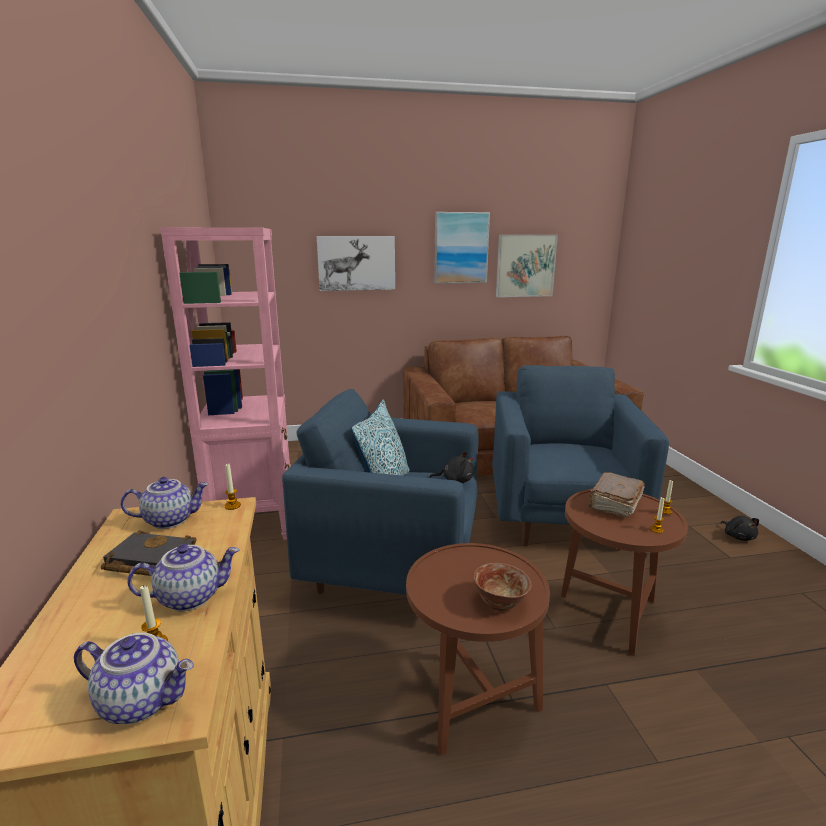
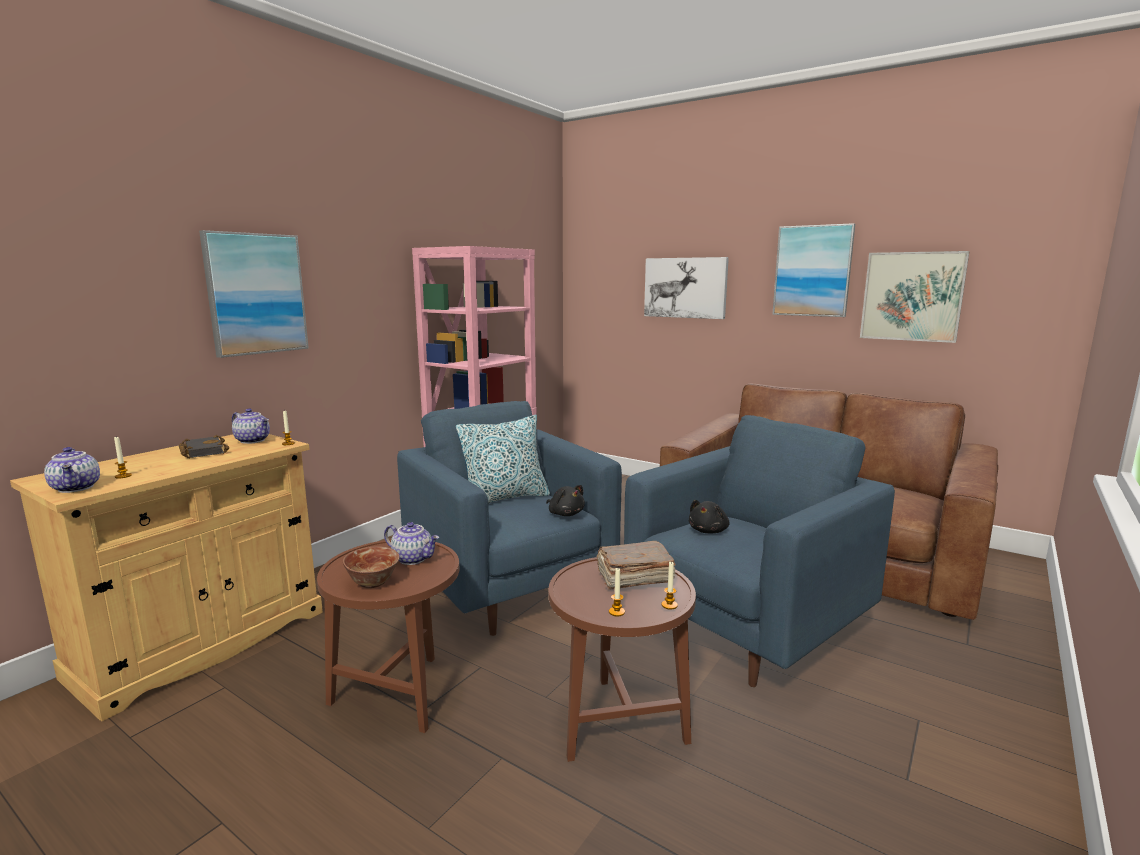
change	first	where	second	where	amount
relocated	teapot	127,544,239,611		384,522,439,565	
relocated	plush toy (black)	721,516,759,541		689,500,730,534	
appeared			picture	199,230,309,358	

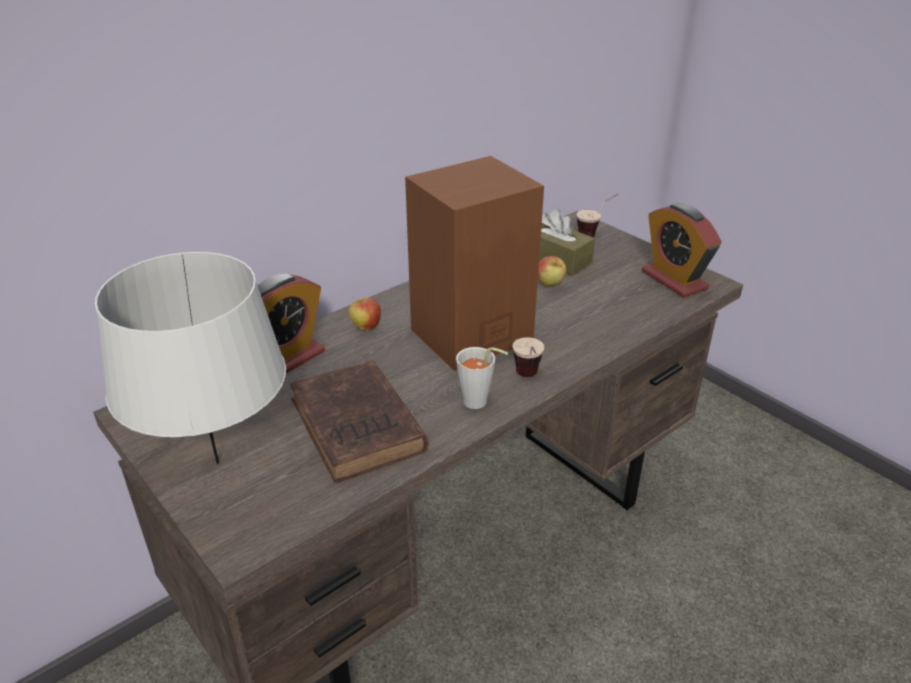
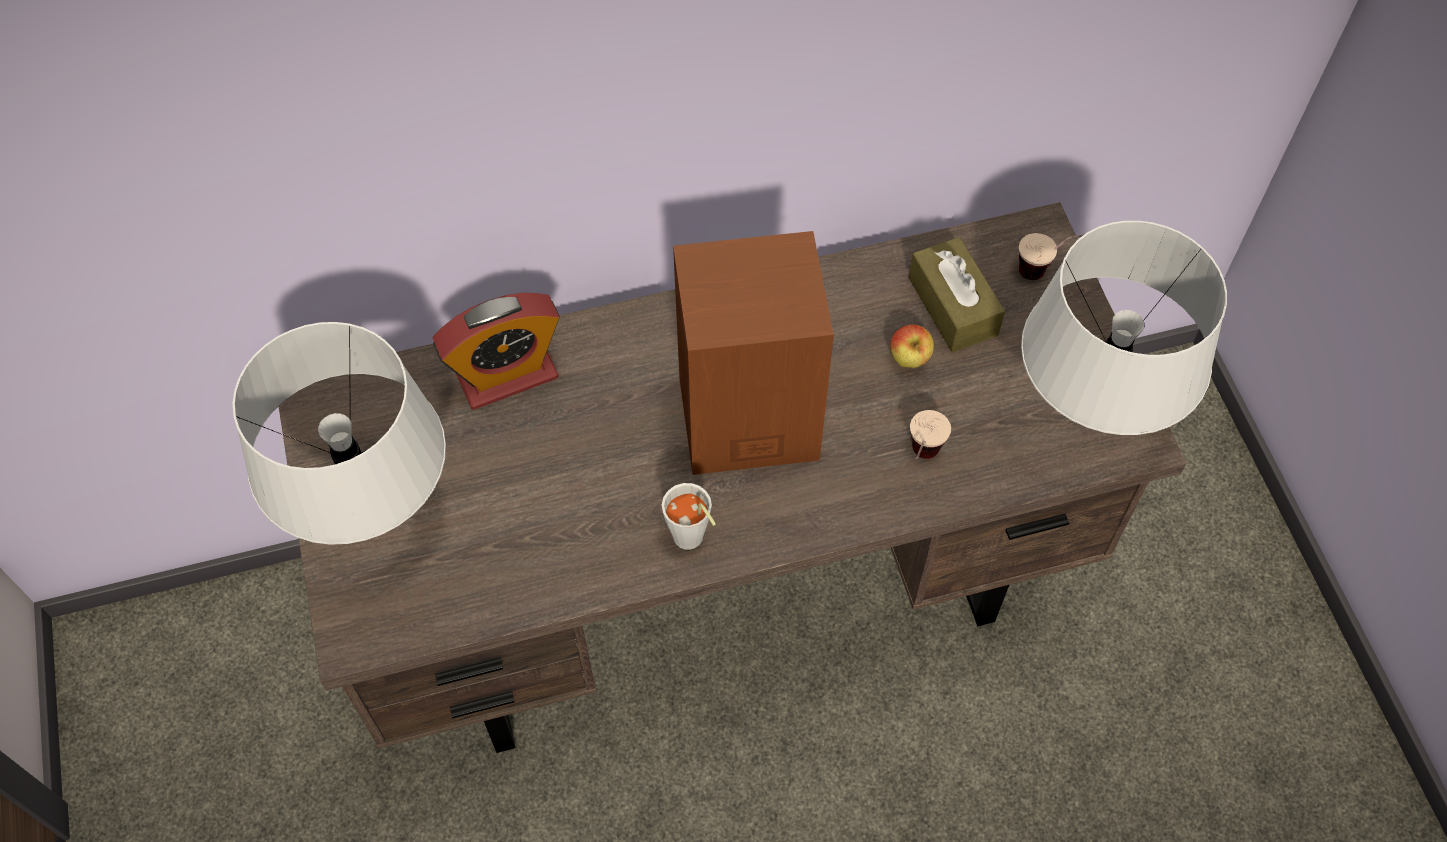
change	first	where	second	where	amount
missing	book (brown)	290,360,429,483			
missing	apple	348,296,381,331			
relocated	cup	513,337,544,377		910,410,951,459	
exchanged	alarm clock	642,203,722,298	table lamp (grey)	1021,221,1227,435	

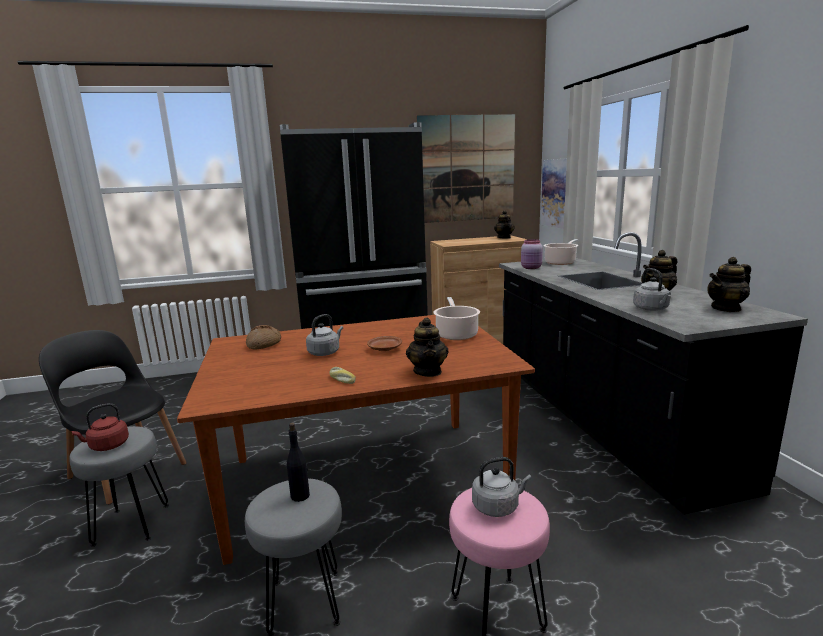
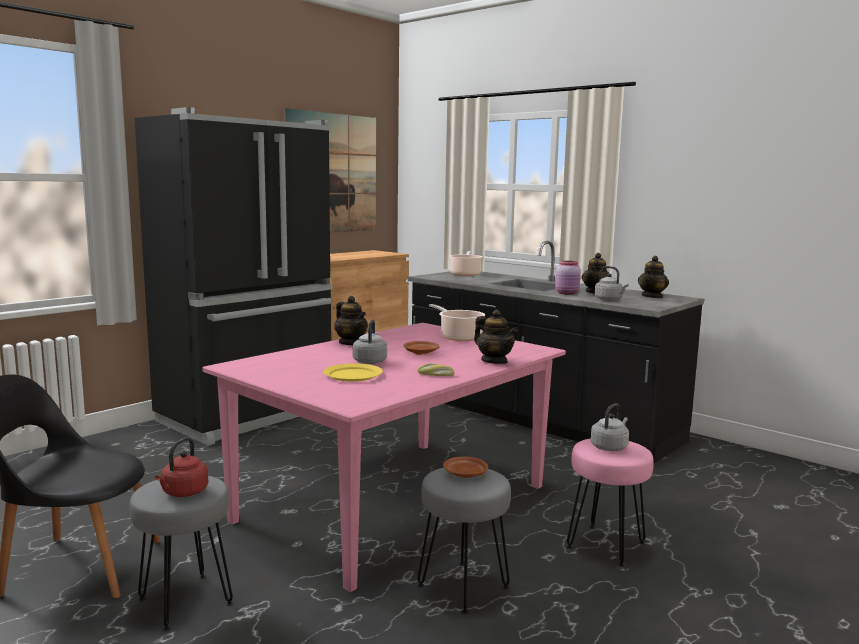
change	first	where	second	where	amount
colour	dining table (brown)	177,315,535,565	dining table (pink)	202,323,566,592	
missing	bread	246,325,281,350			
exchanged	bottle (black)	287,422,310,502	plate (brown)	443,457,488,478	
relocated	teapot	494,210,515,239		334,296,368,345	
relocated	jar (pink)	521,239,543,269		555,260,581,295	
missing	picture	541,158,567,229			
appeared			plate (yellow)	323,363,383,382	

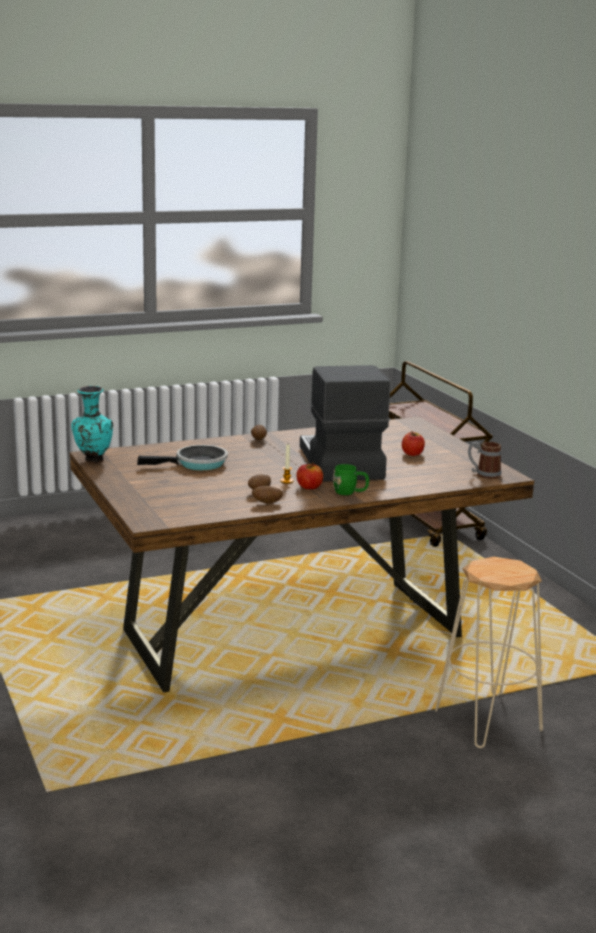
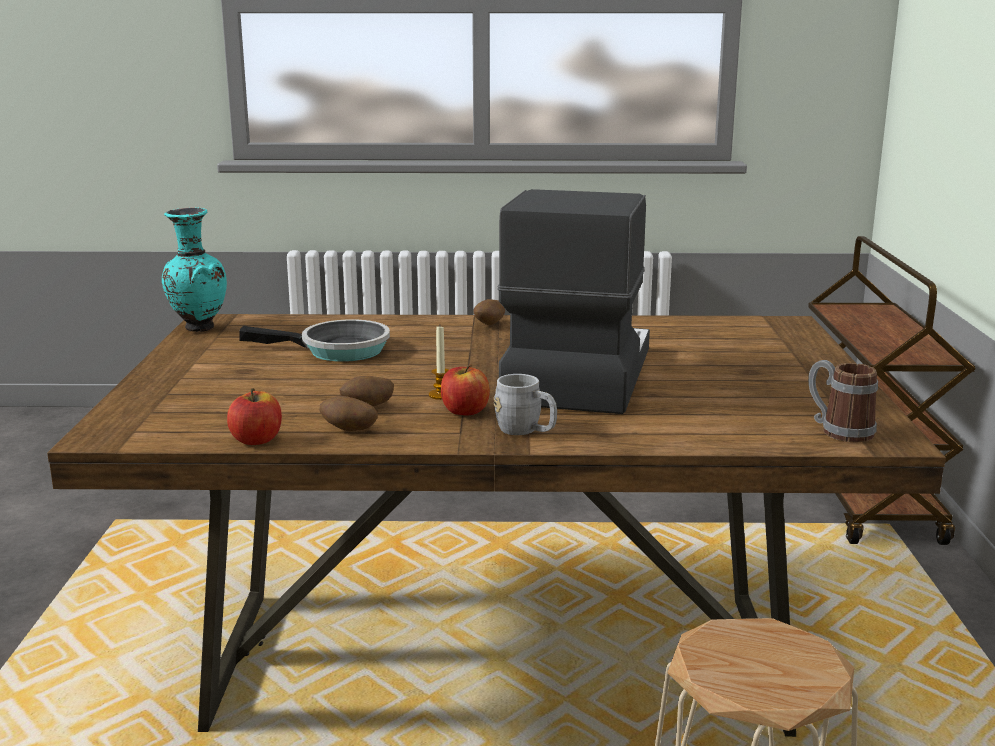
change	first	where	second	where	amount
colour	mug (green)	333,464,369,495	mug (grey)	494,374,557,435	
relocated	apple	402,431,425,456		227,388,282,445	

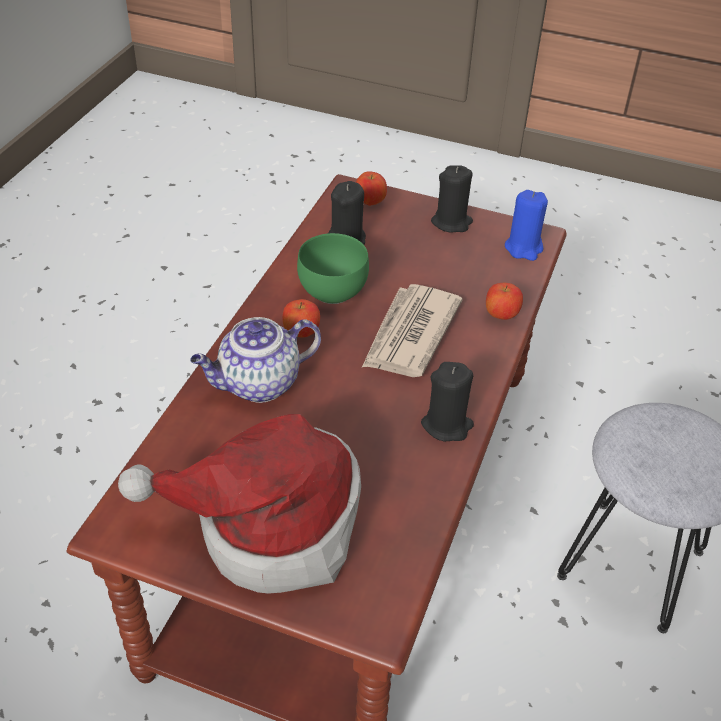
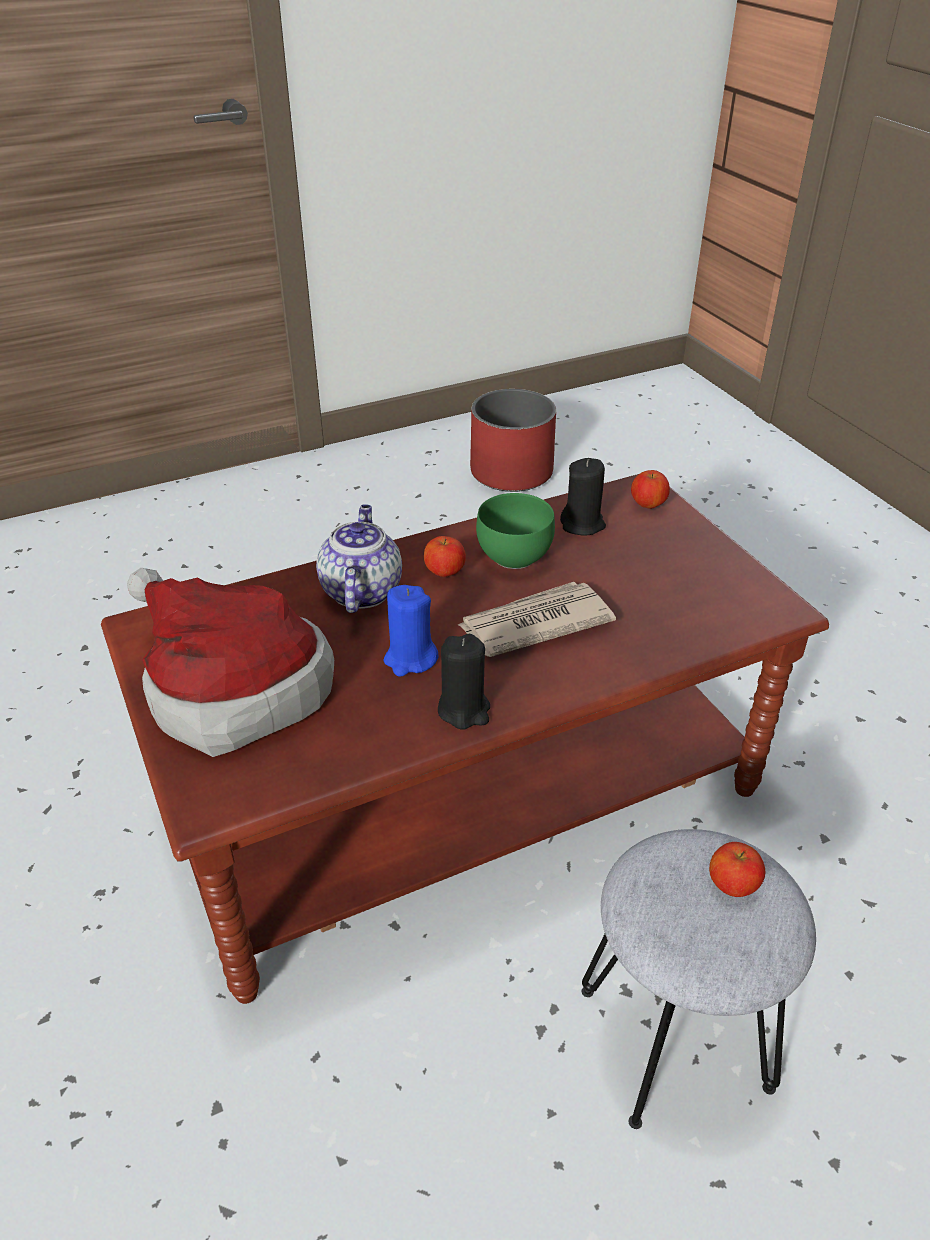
change	first	where	second	where	amount
spun	teapot	190,317,321,403		316,504,402,613	75 degrees clockwise
missing	candle (black)	431,165,473,233			
relocated	apple	486,283,523,320		709,842,765,897	
relocated	candle (blue)	505,190,548,261		383,585,438,677	
appeared			planter (red)	470,389,556,492	

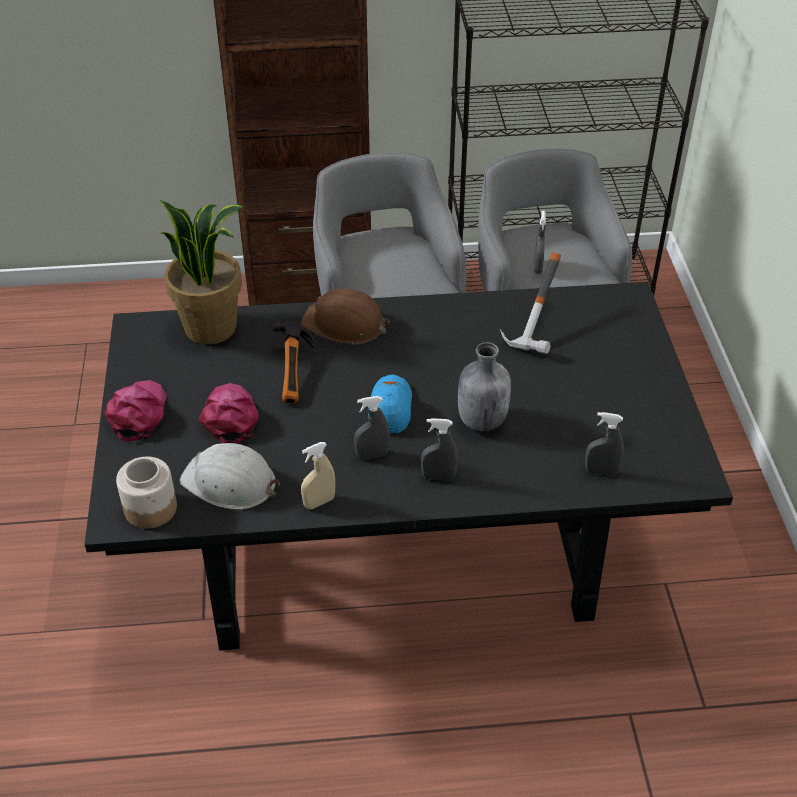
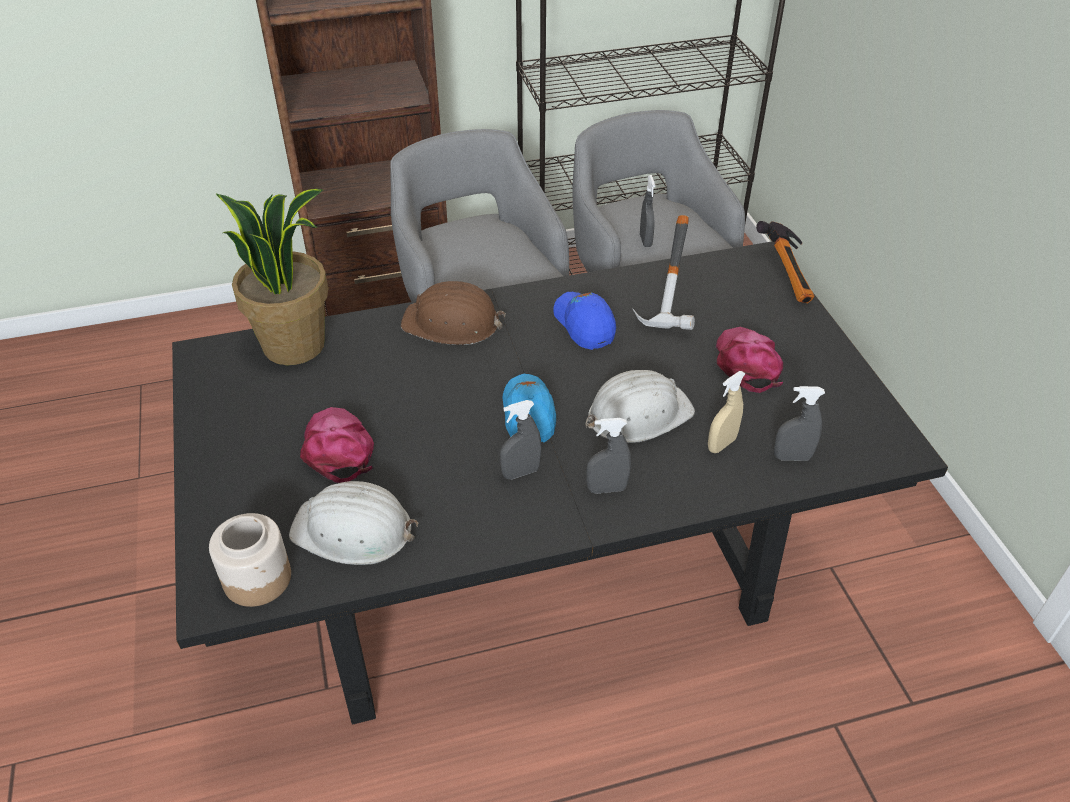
change	first	where	second	where	amount
relocated	cap (pink)	105,380,167,442		716,327,783,393	
relocated	hammer	272,319,316,404		756,221,815,303	
relocated	spray bottle (beige)	301,442,335,509		708,371,746,453	
exchanged	bottle (grey)	458,342,511,431	hard hat (white)	586,370,695,443	
appeared			cap (blue)	553,292,616,350	

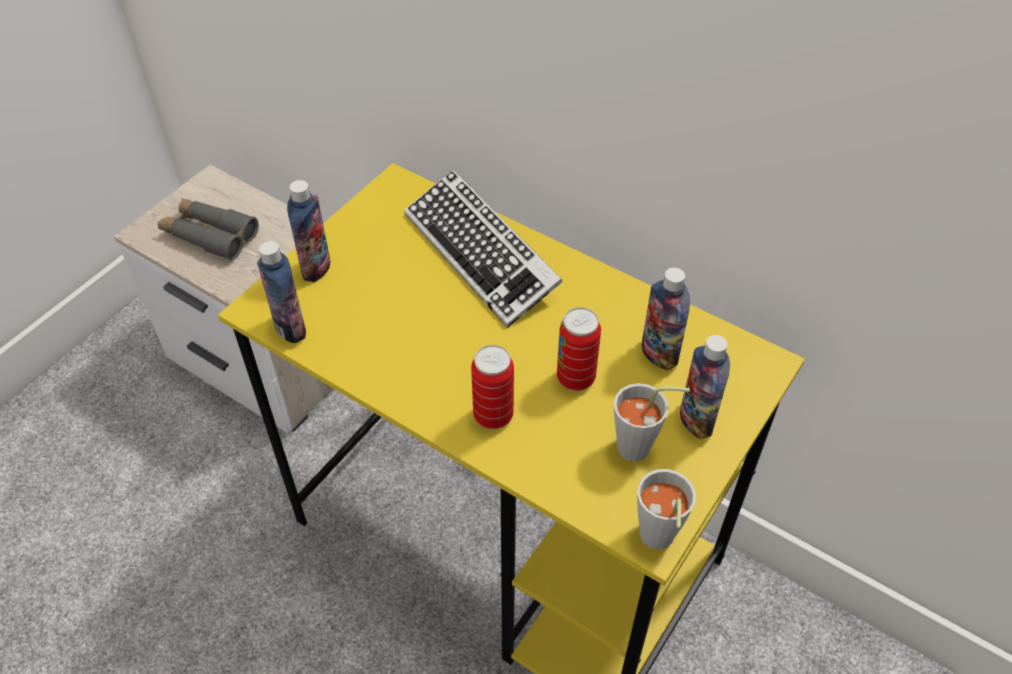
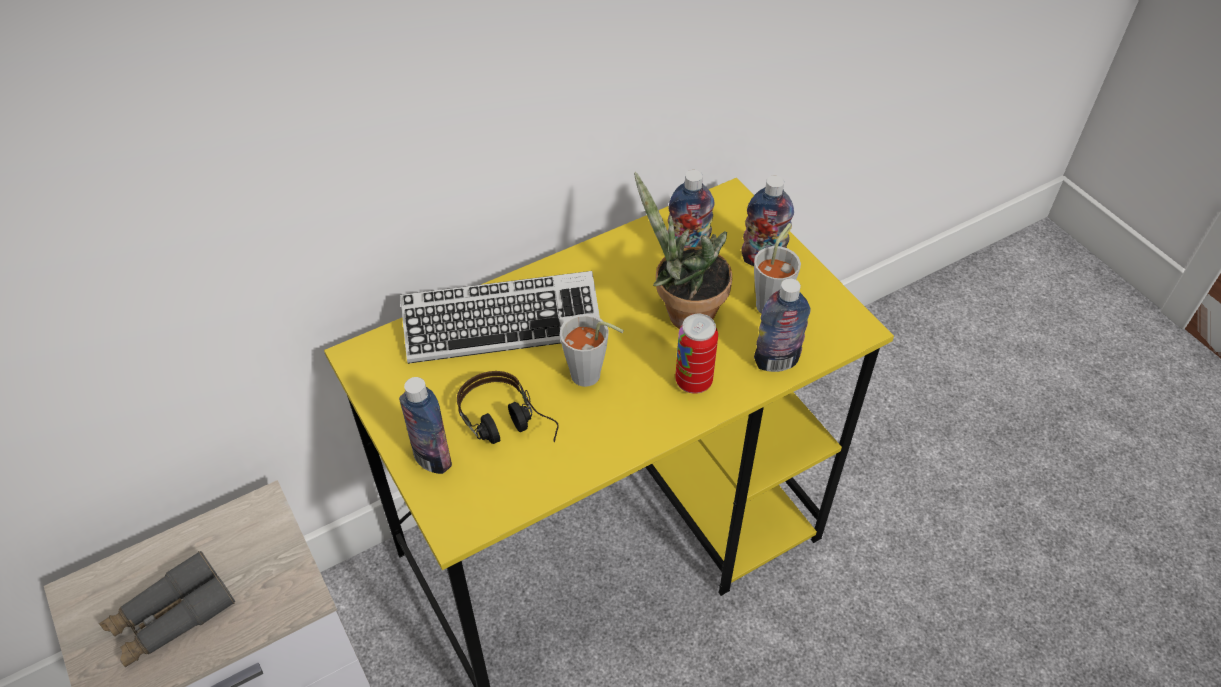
change	first	where	second	where	amount
relocated	bottle	257,241,306,343		754,278,811,372	
exchanged	can	557,307,601,391	potted plant	634,172,732,329	
relocated	cup (grey)	637,469,696,549		560,314,624,387	
appeared			headphones	457,371,559,444	

